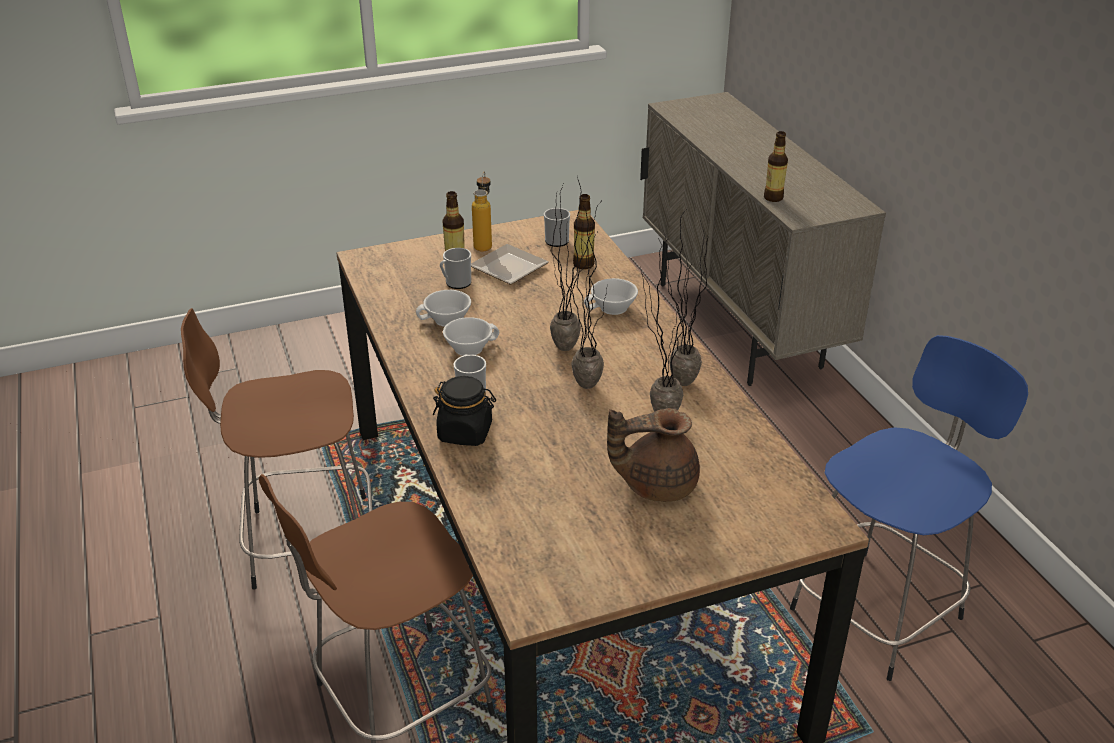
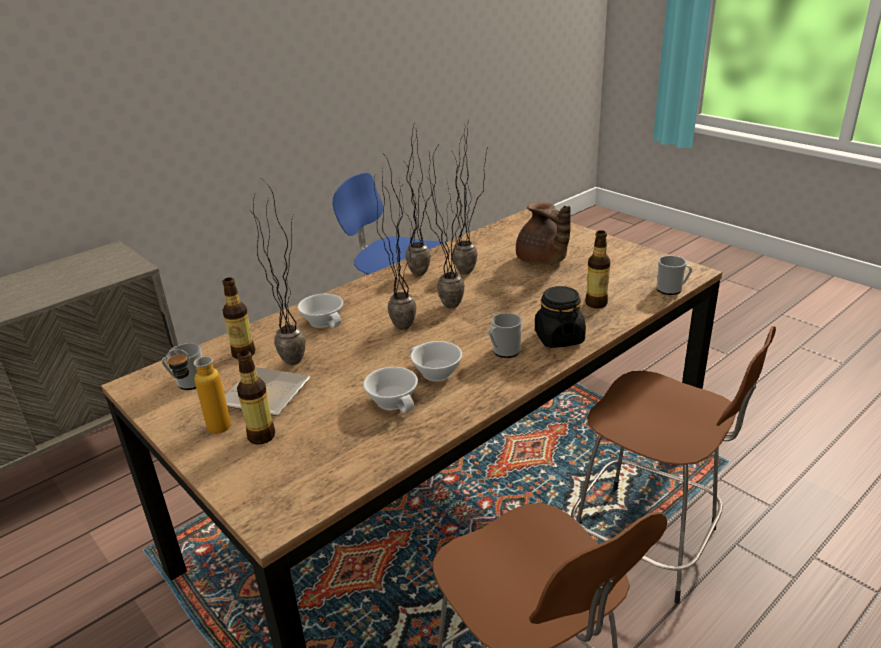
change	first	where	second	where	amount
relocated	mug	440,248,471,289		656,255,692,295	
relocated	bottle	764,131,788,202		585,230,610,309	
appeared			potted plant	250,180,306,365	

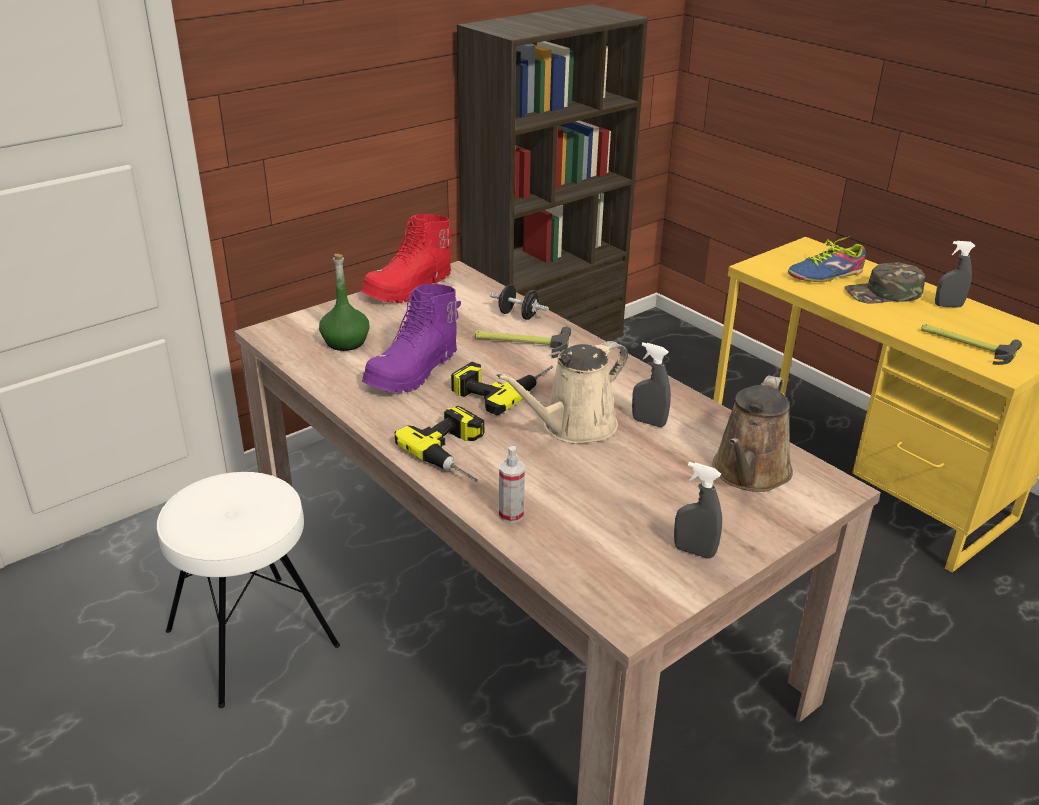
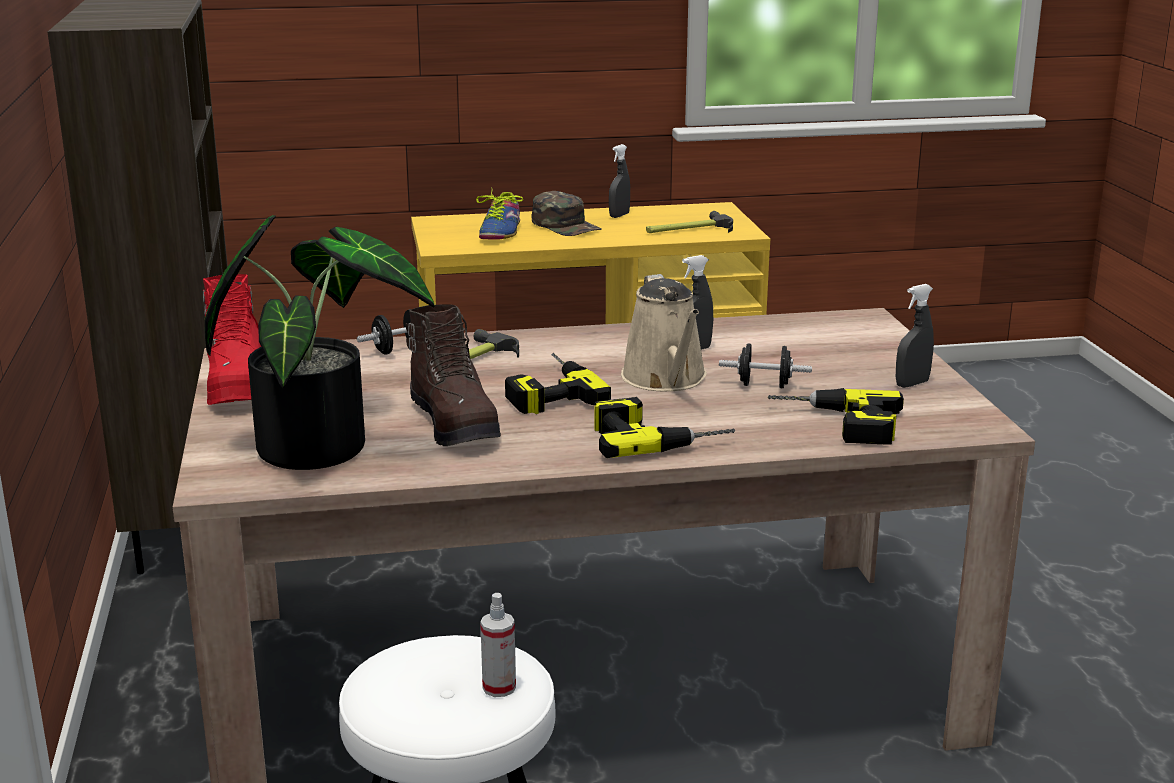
change	first	where	second	where	amount
exchanged	bottle (green)	319,254,370,351	potted plant	205,215,434,470	
colour	boot (purple)	362,284,461,393	boot (brown)	405,304,501,446	
relocated	spray bottle	499,446,525,523		480,593,516,697	
missing	watering can (brown)	712,376,793,492			
spun	cap (green)	845,262,925,304		532,191,602,236	60 degrees counterclockwise
appeared			dumbbell (black)	719,344,812,388	
appeared			power drill	768,388,904,445	

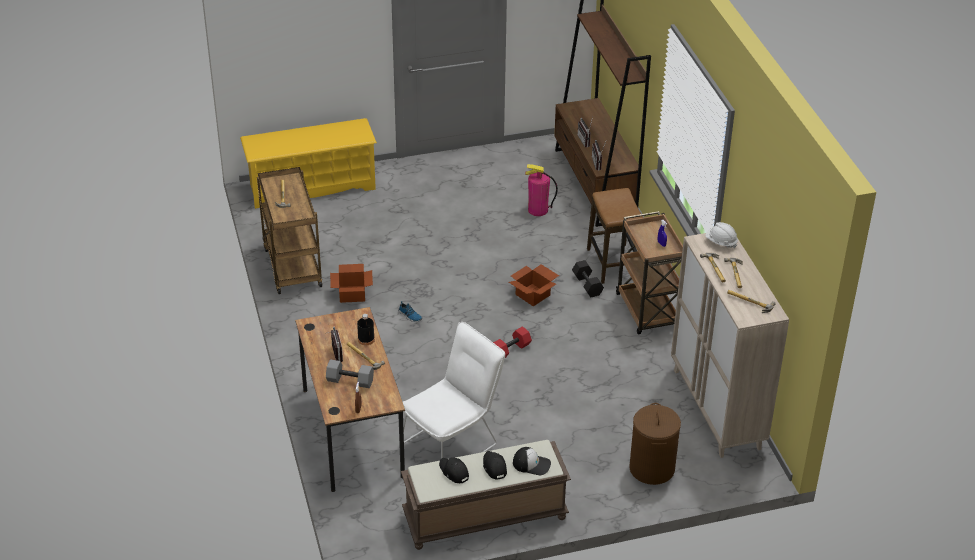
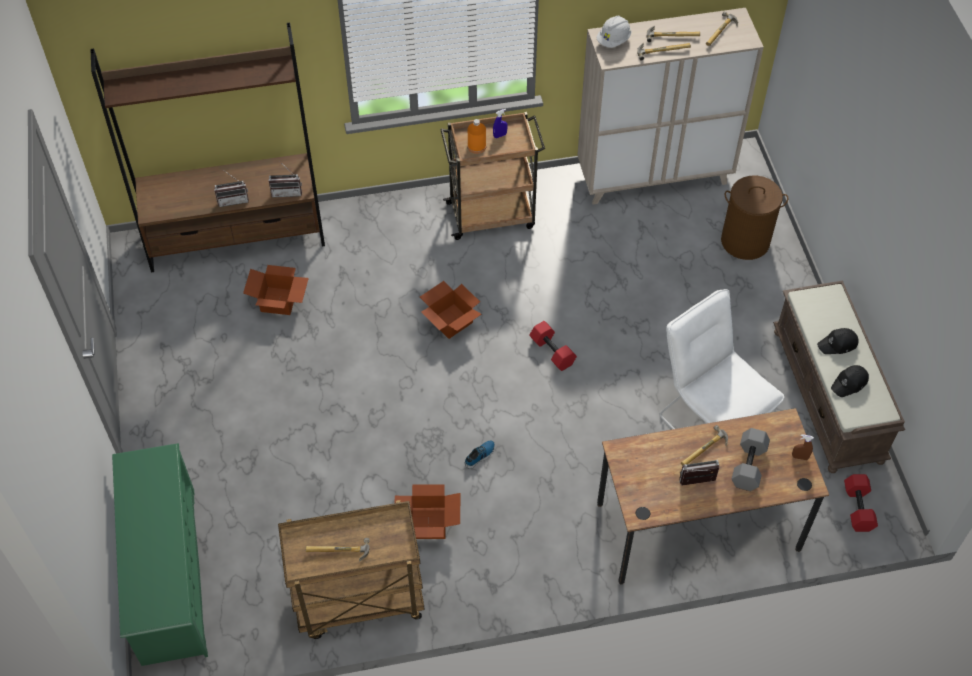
change	first	where	second	where	amount
colour	shoe rack (yellow)	240,118,377,209	shoe rack (green)	112,443,208,666	
missing	bottle (black)	357,314,375,345			
missing	cap	513,447,551,475			
exchanged	fire extinguisher	525,164,558,216	cardboard box	243,265,309,315	
missing	dumbbell (black)	572,260,604,297			
missing	stool	587,188,643,284			
appeared			bottle (orange)	467,119,486,154	
appeared			dumbbell (red)	844,474,878,532	

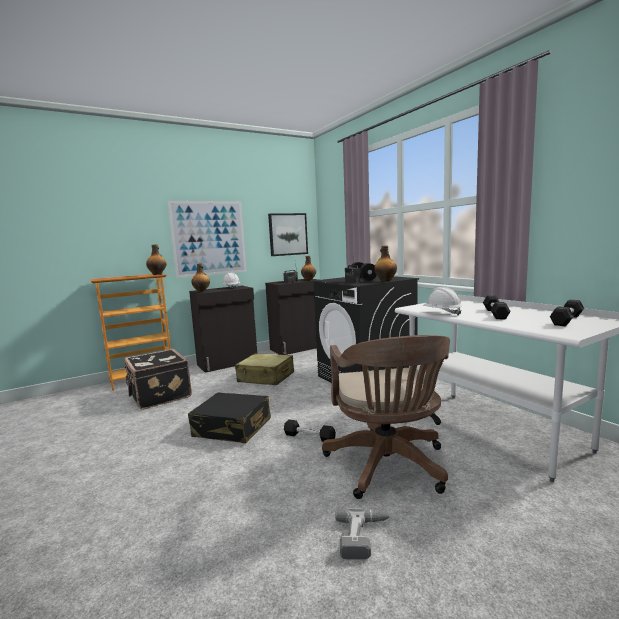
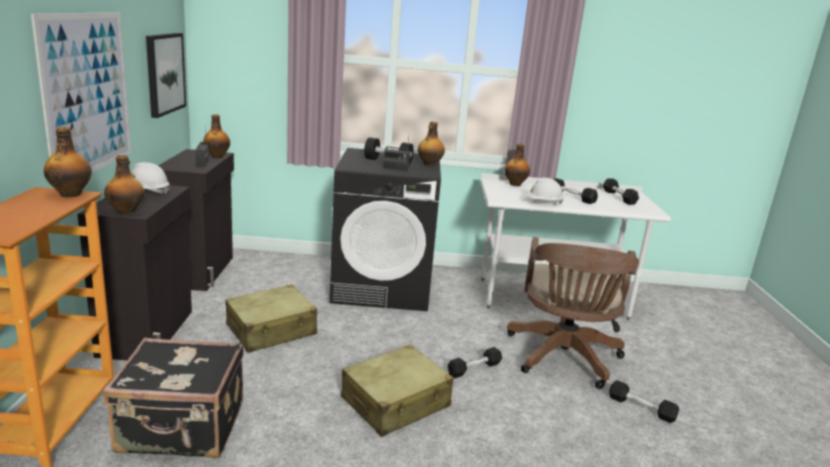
change	first	where	second	where	amount
colour	suitcase (black)	188,392,271,443	suitcase (beige)	341,344,453,437	
spun	office chair (brown)	322,335,450,499		507,237,639,389	75 degrees clockwise
exchanged	power drill	335,509,390,560	dumbbell (black)	609,380,679,423	
appeared			bottle	505,144,530,186	

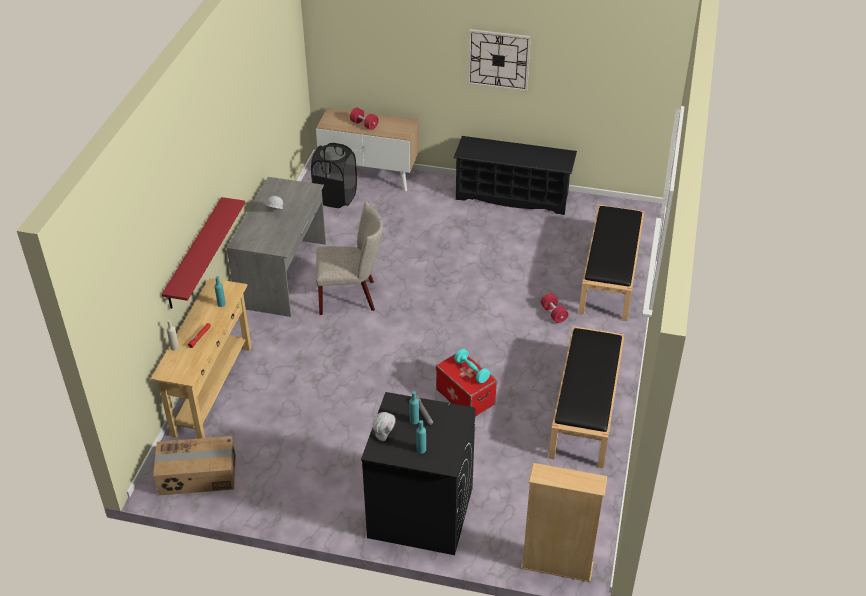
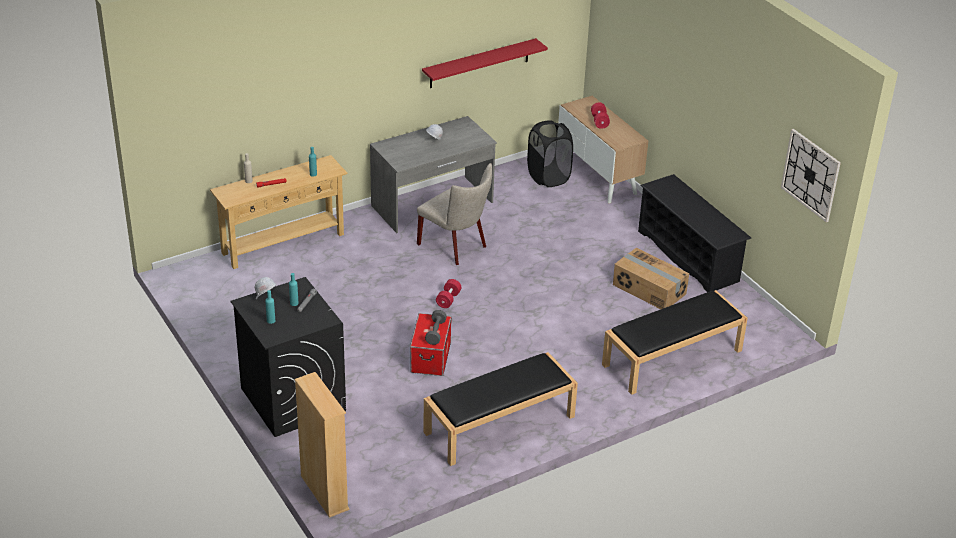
change	first	where	second	where	amount
relocated	cardboard box	153,436,236,495		613,248,689,309	
relocated	shelf (red)	162,197,245,309		422,38,548,88	
colour	dumbbell (turquoise)	454,349,490,383	dumbbell (grey)	425,310,447,345	
relocated	wall clock	468,29,531,92		781,129,841,222	
relocated	dumbbell (red)	541,293,569,323		436,279,461,308	

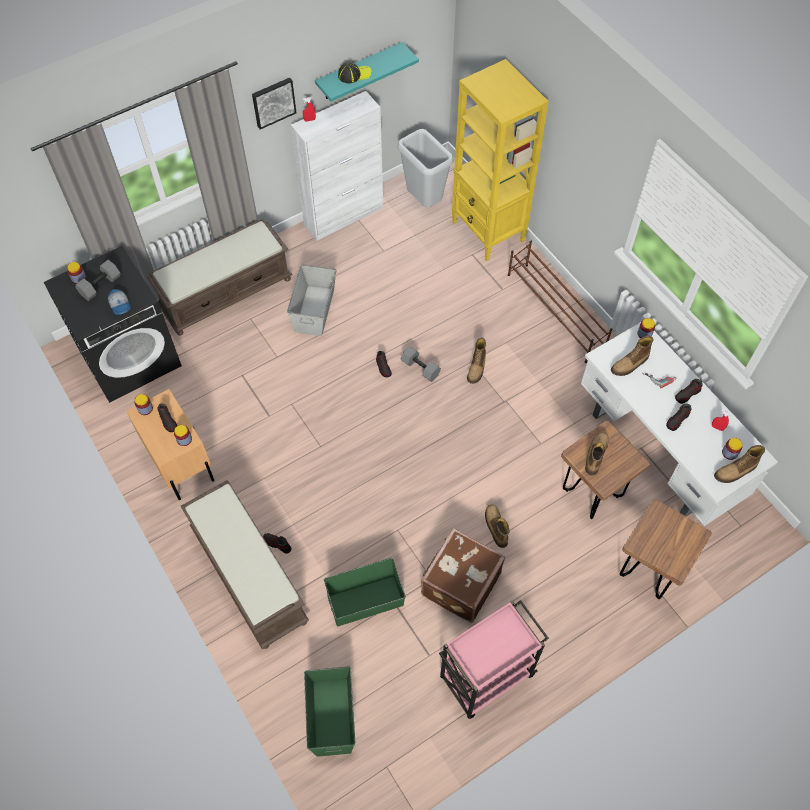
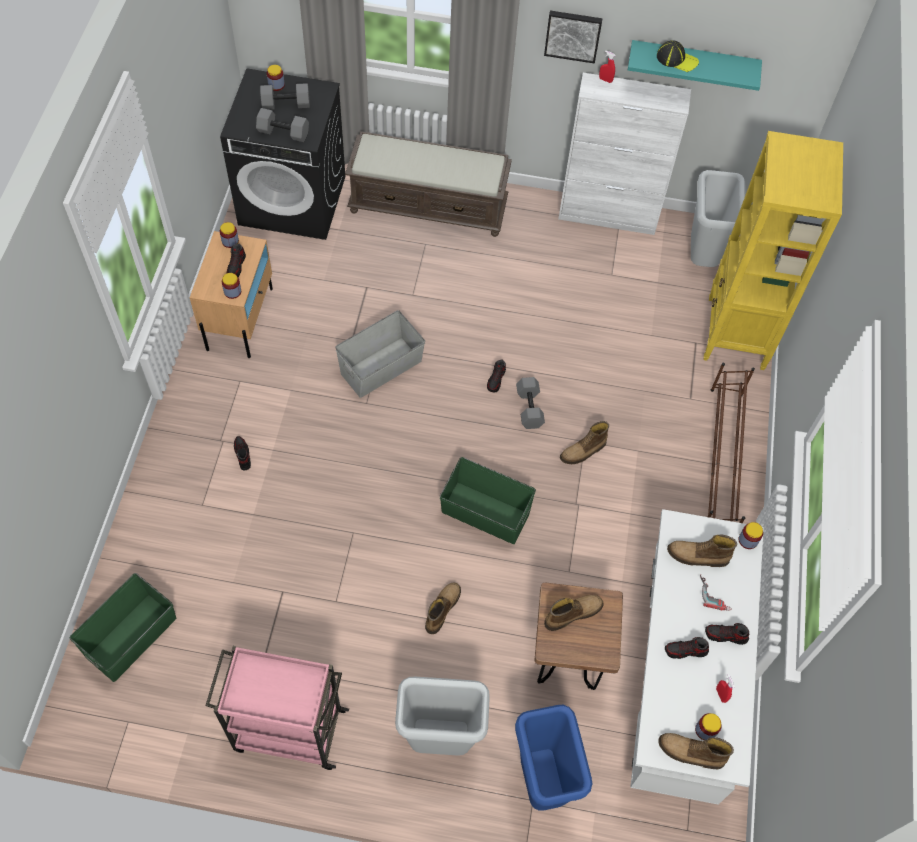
change	first	where	second	where	amount
exchanged	cap	108,289,131,315	dumbbell (grey)	256,108,309,142	
missing	bench (brown)	181,480,309,649			
relocated	storage box (grey)	287,264,336,336		335,310,425,398	
relocated	storage box (green)	324,558,406,626		440,457,536,544	
missing	suitcase (brown)	421,528,505,623			
exchanged	stool (brown)	619,499,712,599	trash can (blue)	515,705,592,811	
appeared			trash can (grey)	395,677,490,756	

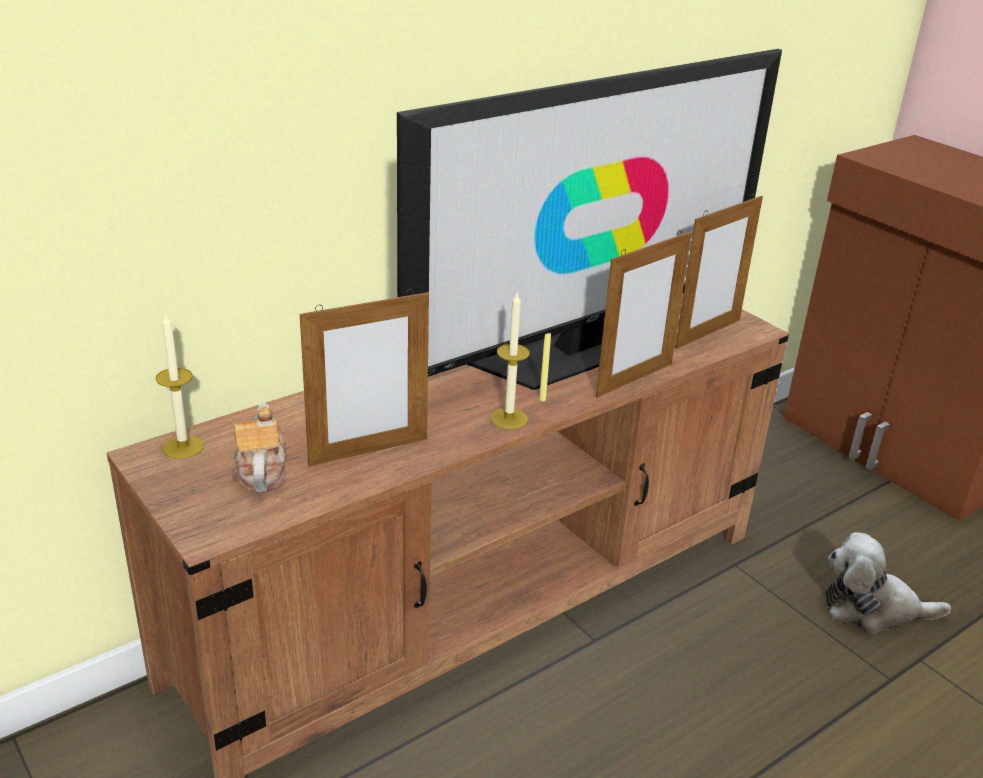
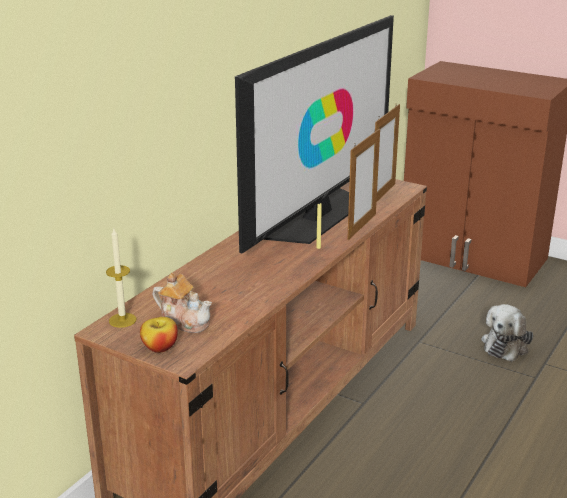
change	first	where	second	where	amount
spun	teapot	232,403,287,492		153,273,212,333	150 degrees clockwise
missing	picture frame	300,289,429,466			
missing	candle	491,291,530,429			
spun	plush toy	826,532,951,634		481,304,533,361	45 degrees counterclockwise
appeared			apple	140,317,178,353	

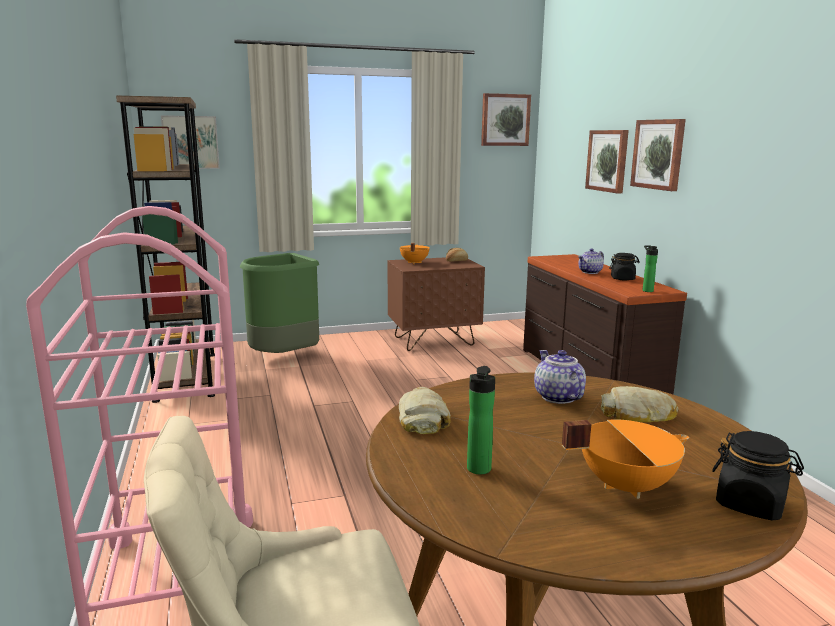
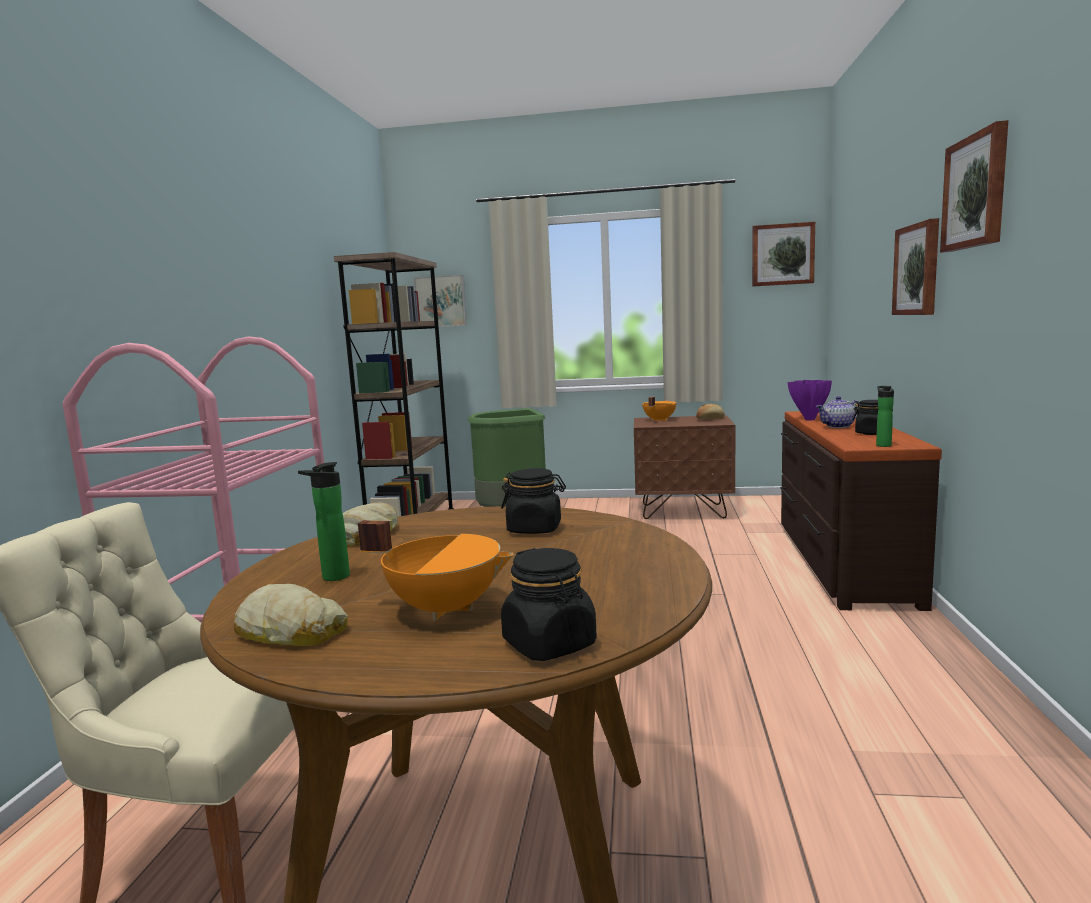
change	first	where	second	where	amount
exchanged	teapot	534,350,586,404	jar (black)	501,468,566,534	
relocated	picture	585,130,629,193		940,120,1008,253	
relocated	bread	601,386,678,422		234,584,348,646	
appeared			vase (purple)	788,380,832,421	

